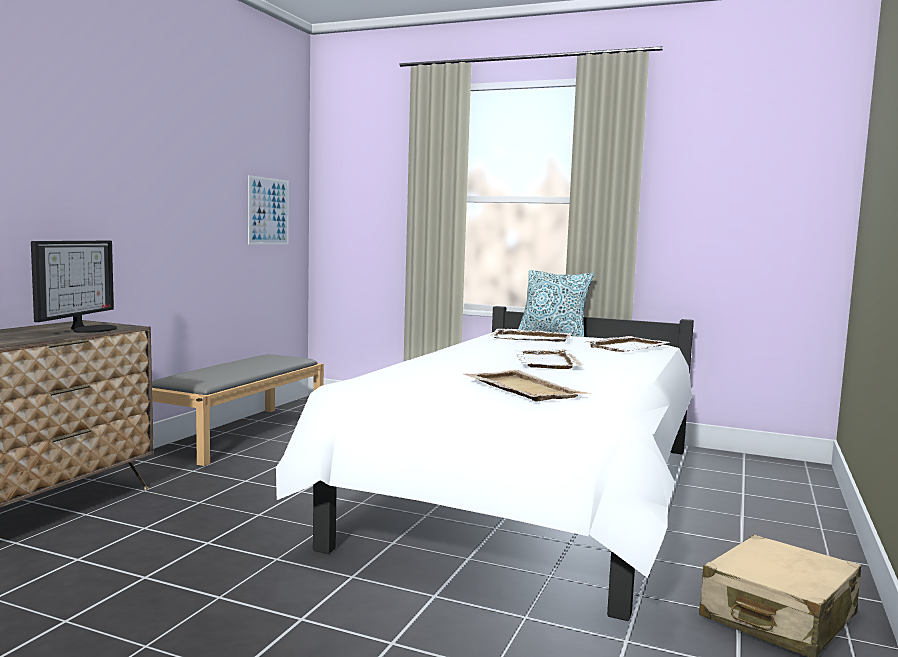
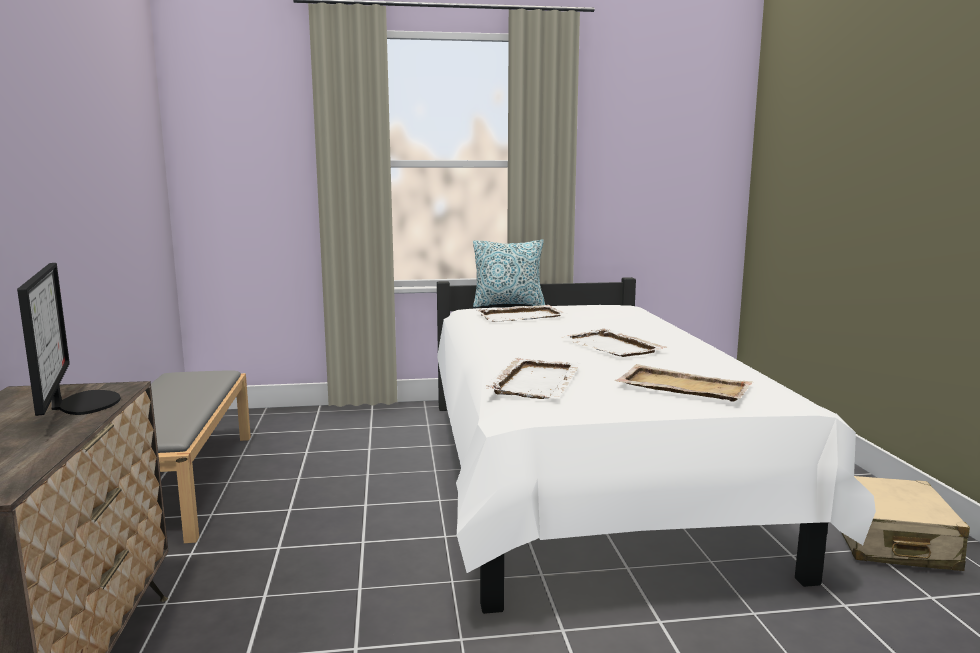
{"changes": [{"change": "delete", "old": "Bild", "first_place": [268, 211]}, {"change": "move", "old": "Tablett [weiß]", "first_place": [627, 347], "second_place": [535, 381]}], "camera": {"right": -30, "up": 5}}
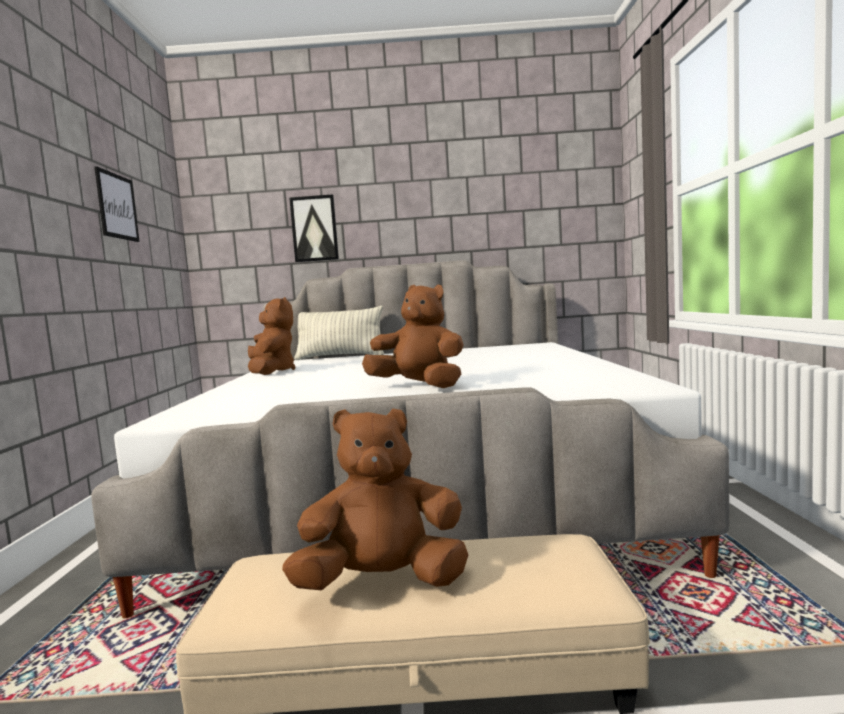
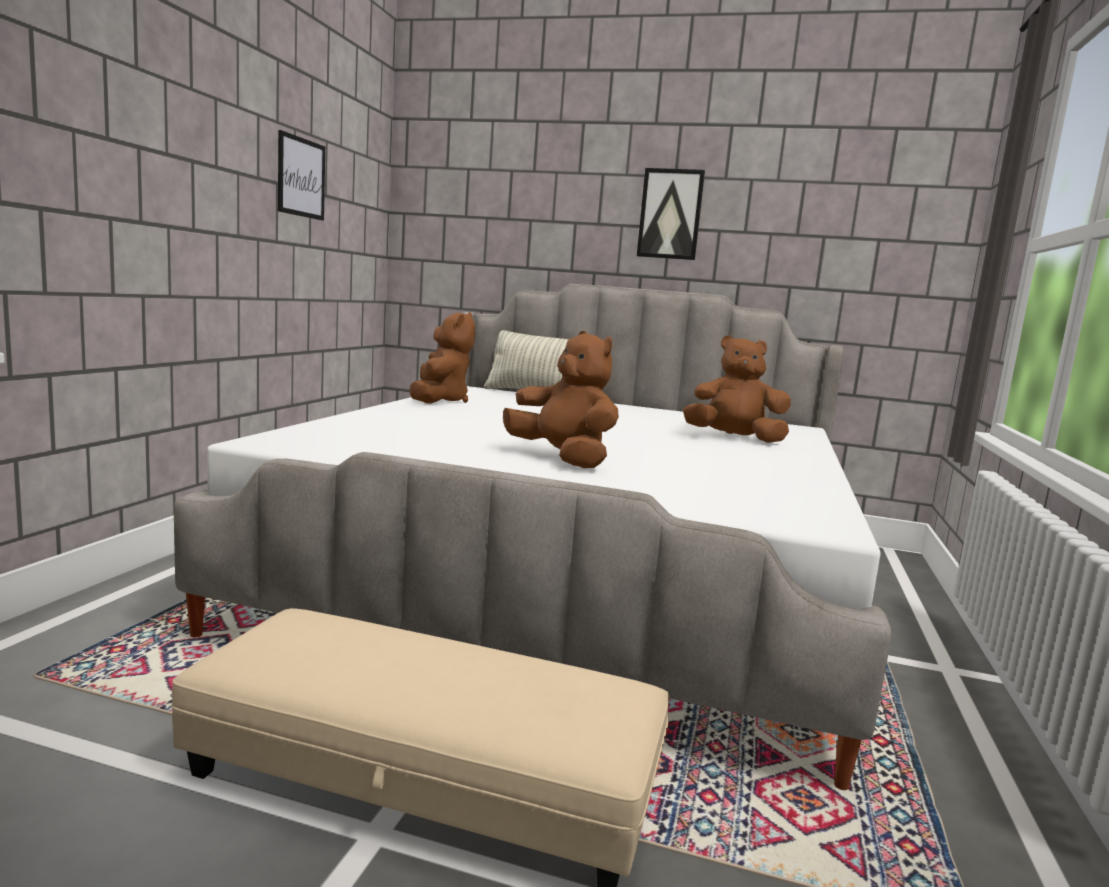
{"changes": [{"change": "move", "old": "Plüschtier [braun]", "first_place": [383, 582], "second_place": [734, 438]}, {"change": "move", "old": "Bild", "first_place": [314, 228], "second_place": [670, 214]}], "camera": {"right": 15, "up": 5}}
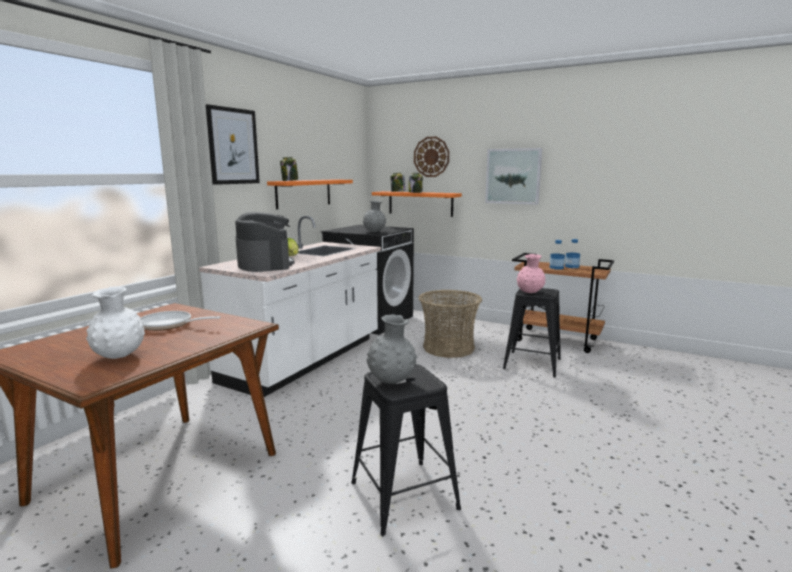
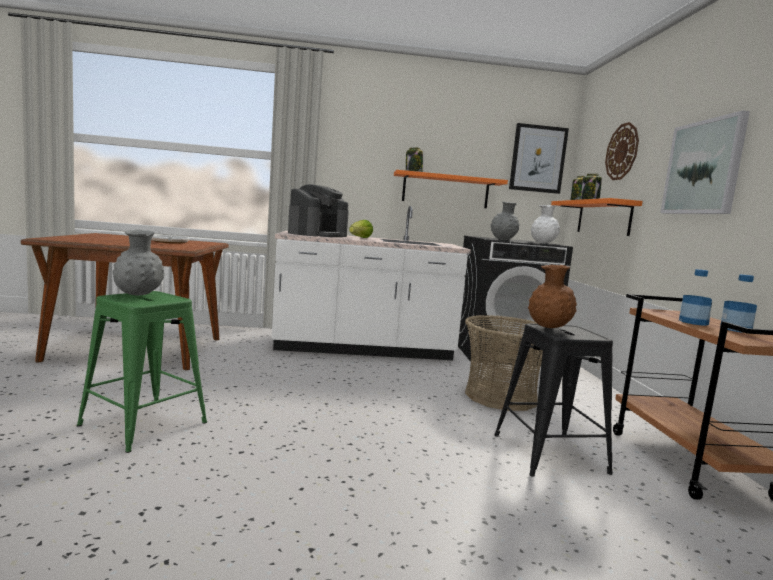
{"changes": [{"change": "move", "old": "Vase [weiß]", "first_place": [119, 356], "second_place": [543, 243]}, {"change": "move", "old": "Bild", "first_place": [232, 146], "second_place": [538, 159]}, {"change": "recolor", "old": "Hocker [schwarz]", "new": "Hocker [grün]", "first_place": [404, 495], "second_place": [143, 424]}, {"change": "recolor", "old": "Vase [rosa]", "new": "Vase [braun]", "first_place": [530, 292], "second_place": [548, 328]}], "camera": {"right": 55, "up": -5}}
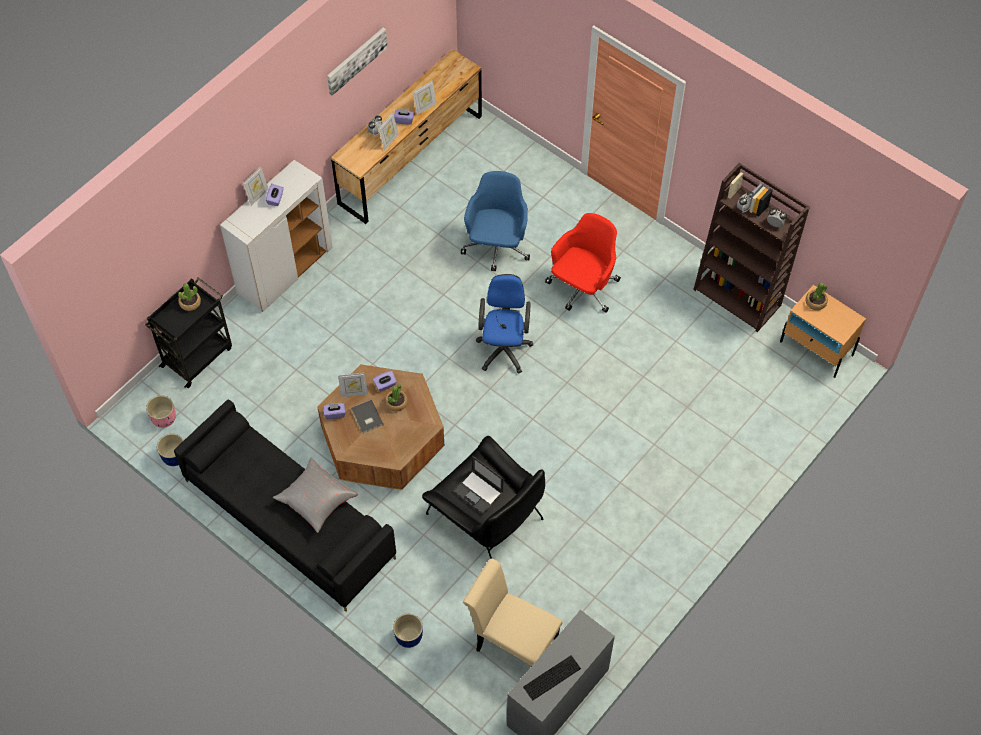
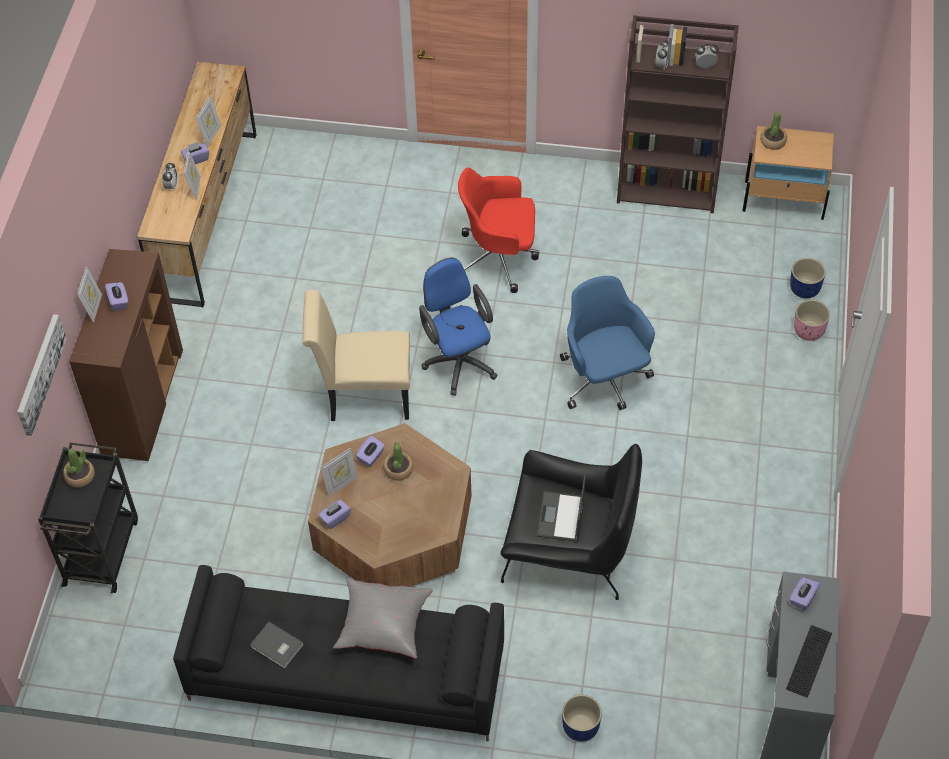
{"changes": [{"change": "move", "old": "Pflanzkübel [rosa]", "first_place": [164, 419], "second_place": [809, 331]}, {"change": "move", "old": "Pflanzkübel [blau]", "first_place": [174, 456], "second_place": [804, 289]}, {"change": "recolor", "old": "Schrank [weiß]", "new": "Schrank [braun]", "first_place": [285, 270], "second_place": [142, 403]}, {"change": "move", "old": "Bild", "first_place": [356, 60], "second_place": [39, 374]}, {"change": "move", "old": "Buch [grau]", "first_place": [366, 417], "second_place": [276, 647]}, {"change": "rotate", "old": "Laptop", "first_place": [478, 492], "second_place": [561, 517], "degrees": 90}, {"change": "move", "old": "Bürostuhl [blau]", "first_place": [497, 247], "second_place": [604, 379]}, {"change": "move", "old": "Stuhl [beige]", "first_place": [511, 642], "second_place": [363, 395]}, {"change": "rotate", "old": "Bürostuhl [rot]", "first_place": [582, 288], "second_place": [499, 258], "degrees": -90}, {"change": "insert", "new": "Taschentuchbox [lila]", "second_place": [802, 598]}], "camera": {"right": -30, "up": -5}}
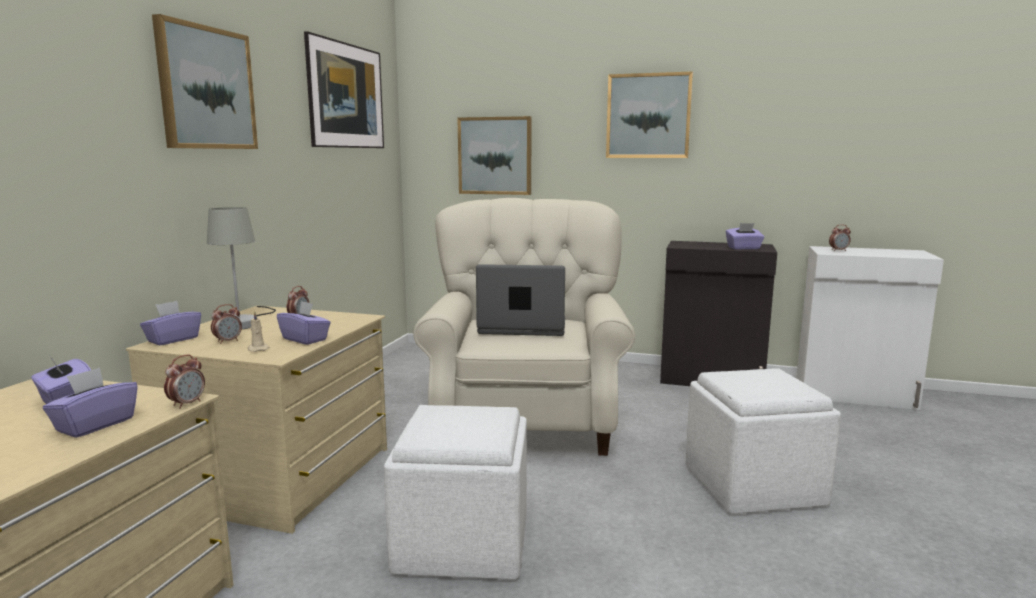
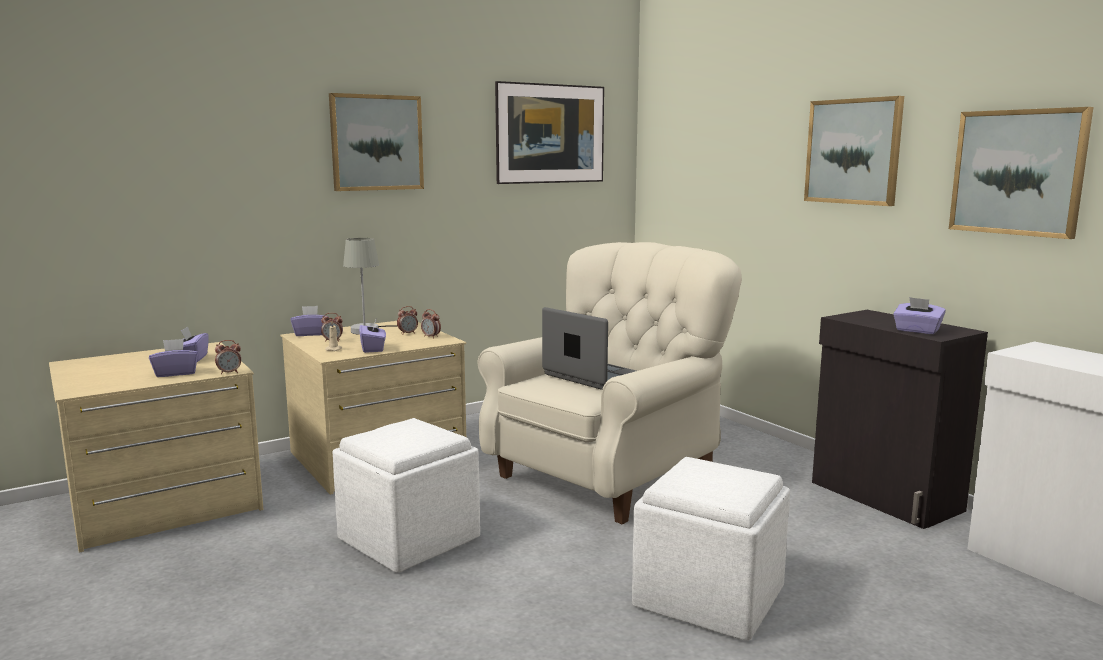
{"changes": [{"change": "move", "old": "Bild", "first_place": [495, 156], "second_place": [1018, 172]}, {"change": "move", "old": "Wecker", "first_place": [838, 250], "second_place": [431, 337]}], "camera": {"right": 40, "up": 0}}
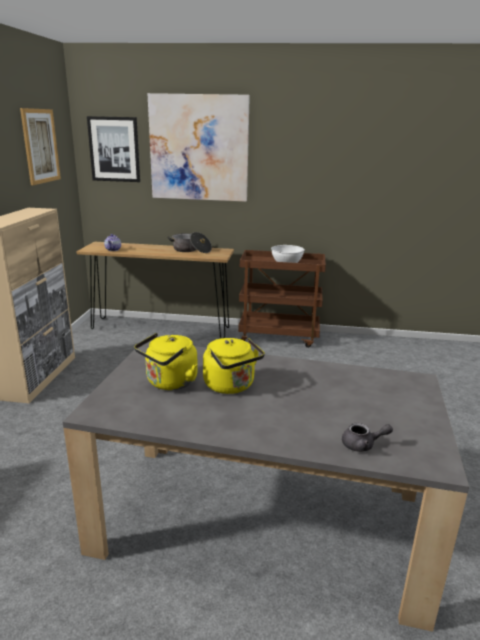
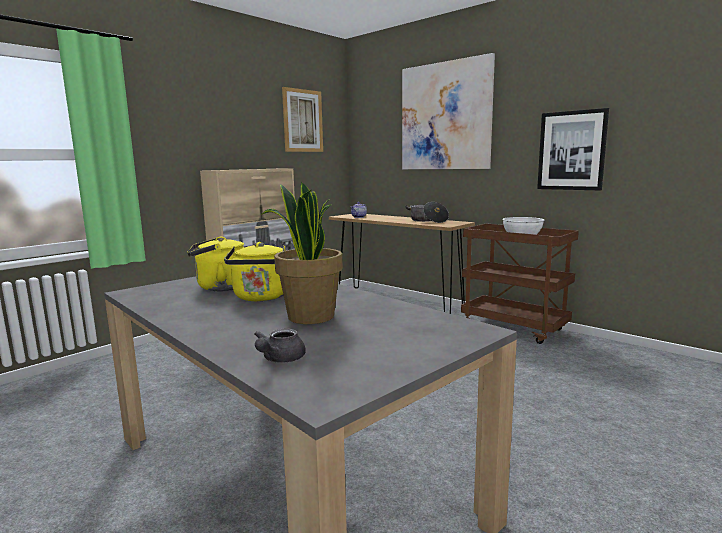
{"changes": [{"change": "move", "old": "Bild", "first_place": [114, 149], "second_place": [571, 150]}, {"change": "rotate", "old": "Teekanne [grau]", "first_place": [362, 445], "second_place": [279, 359], "degrees": 75}, {"change": "insert", "new": "Topfpflanze", "second_place": [309, 316]}], "camera": {"right": 35, "up": -10}}
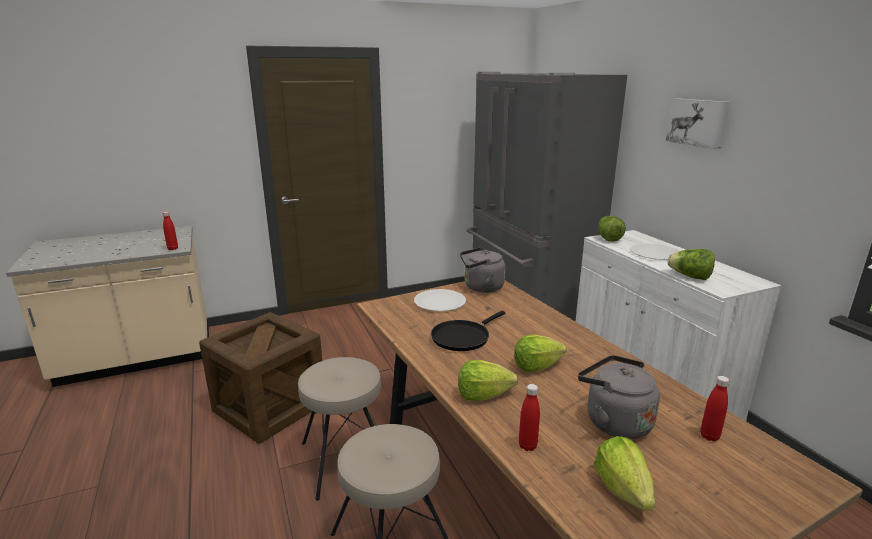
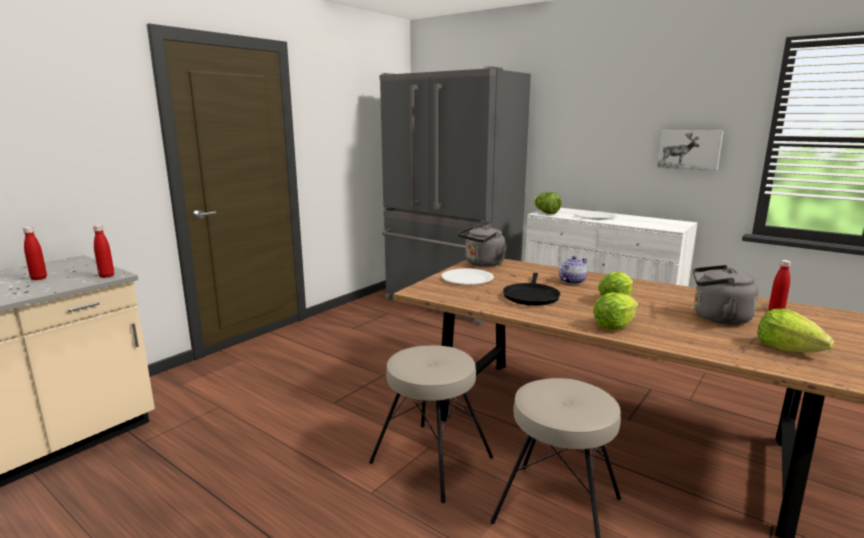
{"changes": [{"change": "delete", "old": "Kiste", "first_place": [270, 407]}, {"change": "move", "old": "Flasche [rot]", "first_place": [527, 446], "second_place": [39, 278]}, {"change": "move", "old": "Bild", "first_place": [698, 122], "second_place": [689, 149]}, {"change": "delete", "old": "Salatkopf", "first_place": [690, 277]}, {"change": "insert", "new": "Teekanne", "second_place": [571, 281]}], "camera": {"right": -30, "up": -5}}
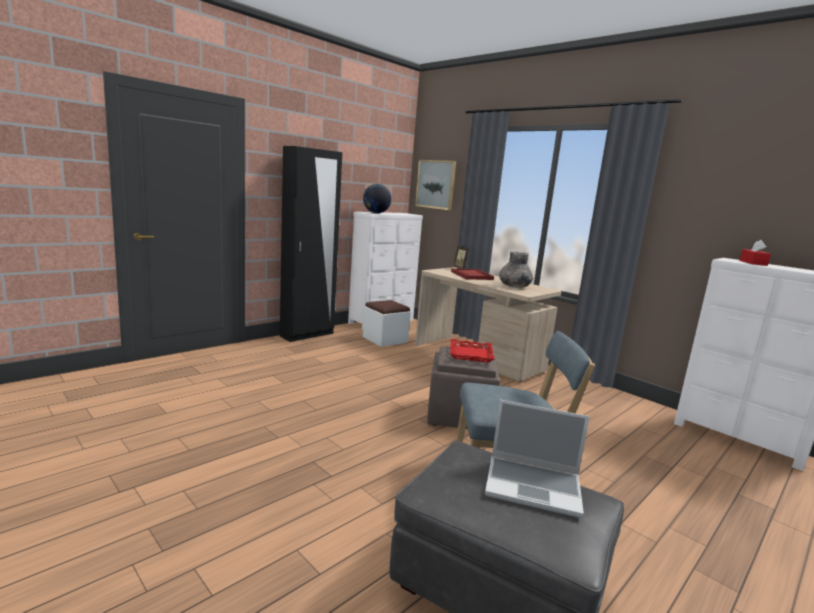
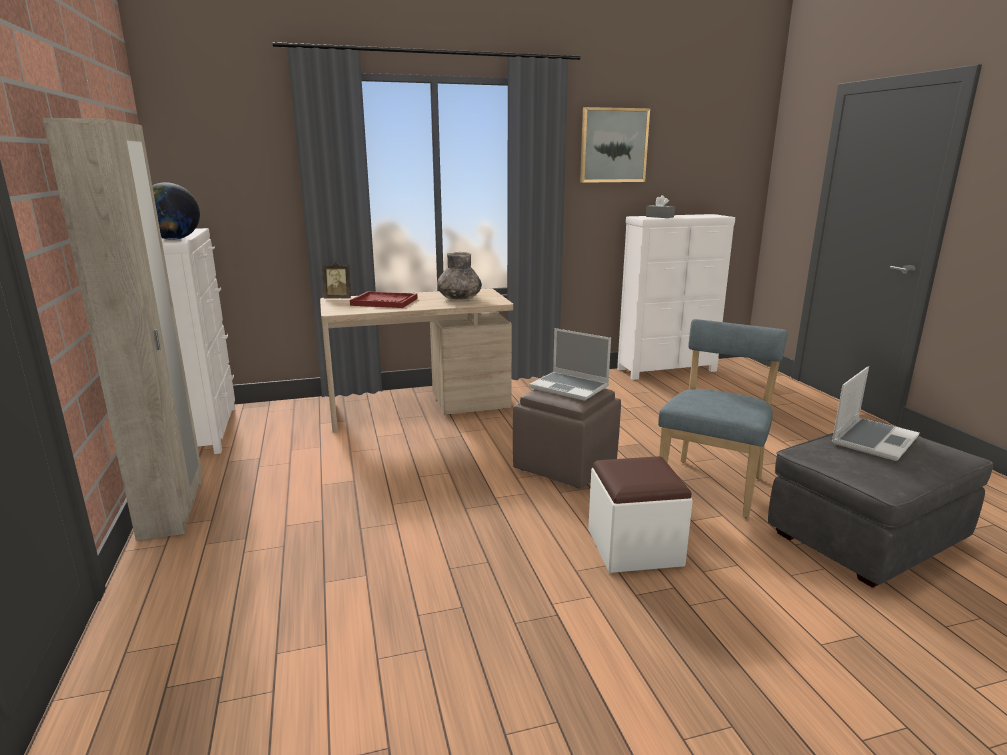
{"changes": [{"change": "recolor", "old": "Kleiderschrank [schwarz]", "new": "Kleiderschrank [beige]", "first_place": [307, 335], "second_place": [173, 509]}, {"change": "move", "old": "Polsterhocker [weiß]", "first_place": [385, 339], "second_place": [634, 547]}, {"change": "move", "old": "Bild", "first_place": [436, 184], "second_place": [613, 145]}, {"change": "replace", "old": "Tablett [rot]", "new": "Laptop", "first_place": [471, 354], "second_place": [570, 387]}, {"change": "recolor", "old": "Taschentuchbox [rot]", "new": "Taschentuchbox [grau]", "first_place": [753, 263], "second_place": [659, 217]}], "camera": {"right": -60, "up": 5}}
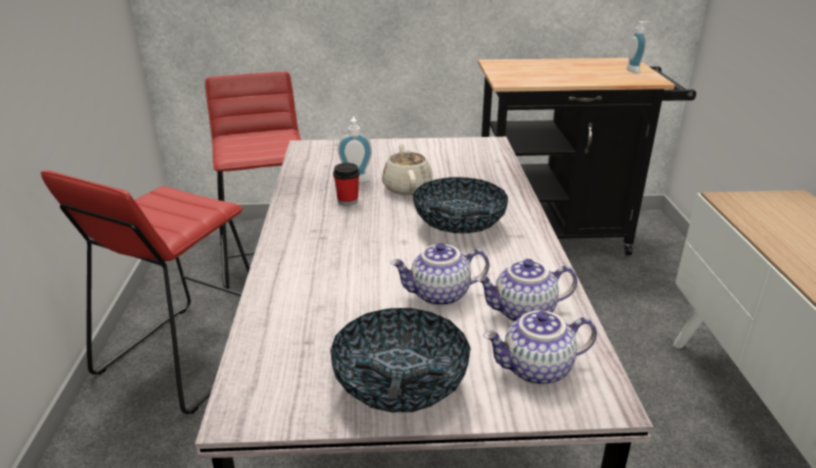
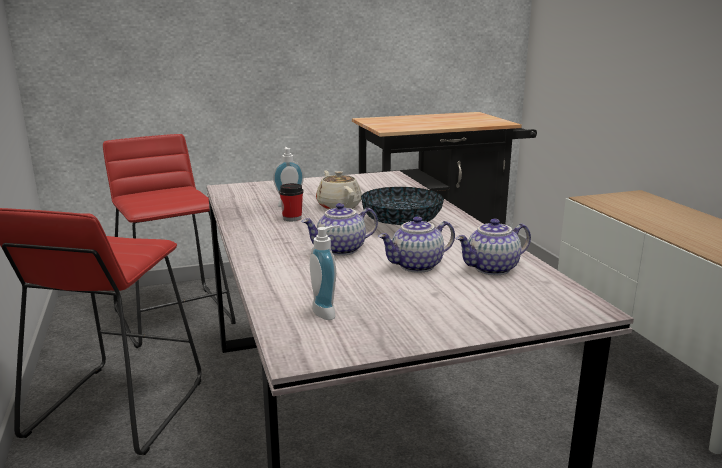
{"changes": [{"change": "delete", "old": "Schüssel", "first_place": [400, 386]}, {"change": "move", "old": "Teekanne", "first_place": [536, 370], "second_place": [341, 250]}, {"change": "move", "old": "Seifenspender", "first_place": [635, 70], "second_place": [327, 311]}], "camera": {"right": -15, "up": -10}}
